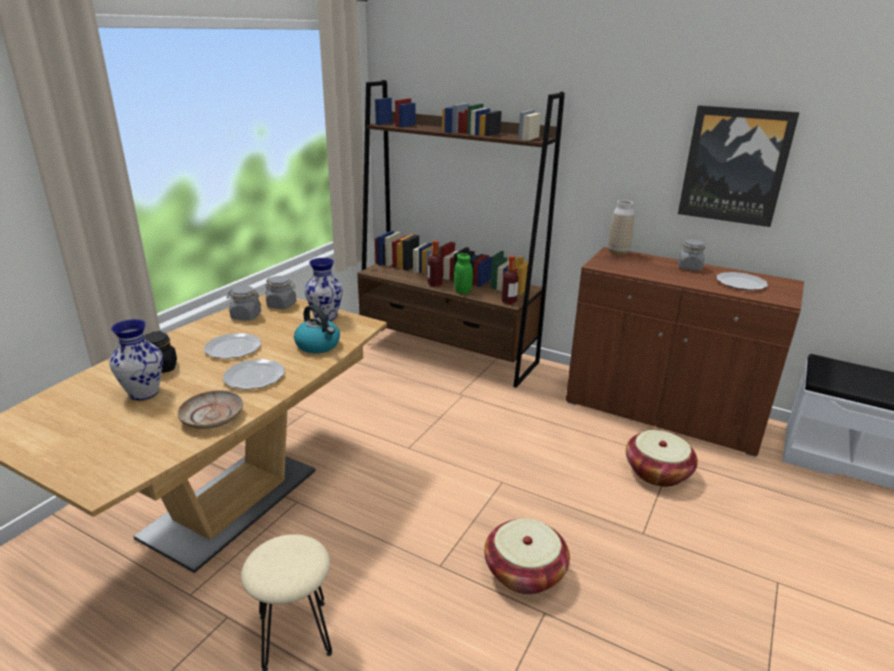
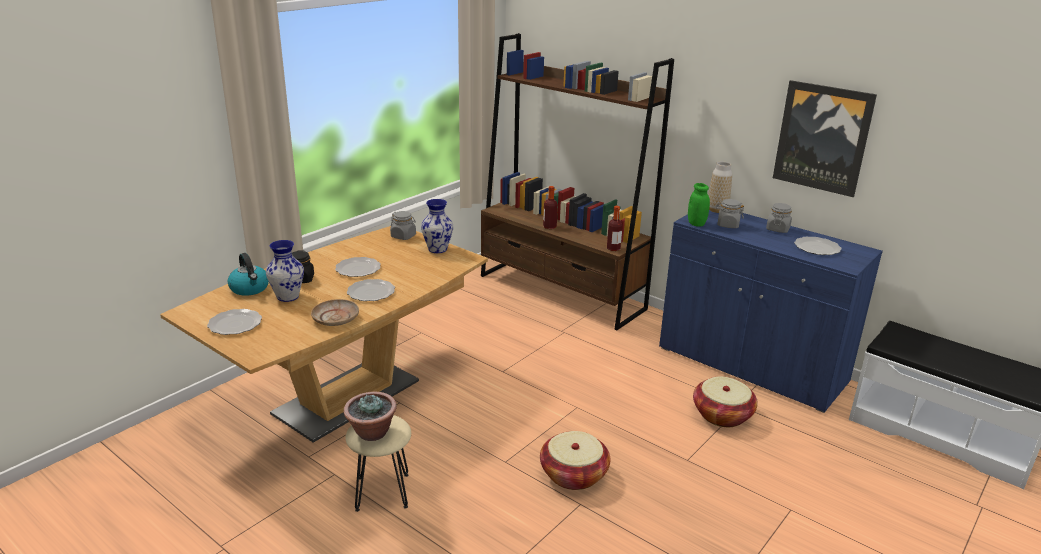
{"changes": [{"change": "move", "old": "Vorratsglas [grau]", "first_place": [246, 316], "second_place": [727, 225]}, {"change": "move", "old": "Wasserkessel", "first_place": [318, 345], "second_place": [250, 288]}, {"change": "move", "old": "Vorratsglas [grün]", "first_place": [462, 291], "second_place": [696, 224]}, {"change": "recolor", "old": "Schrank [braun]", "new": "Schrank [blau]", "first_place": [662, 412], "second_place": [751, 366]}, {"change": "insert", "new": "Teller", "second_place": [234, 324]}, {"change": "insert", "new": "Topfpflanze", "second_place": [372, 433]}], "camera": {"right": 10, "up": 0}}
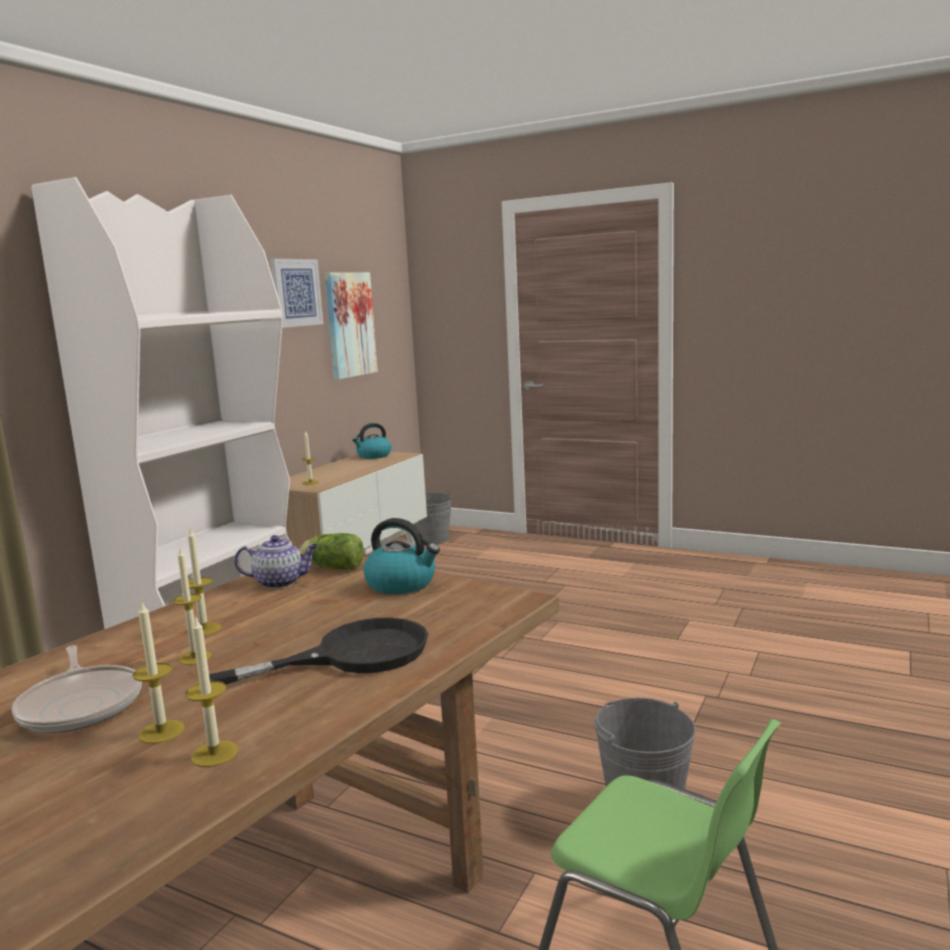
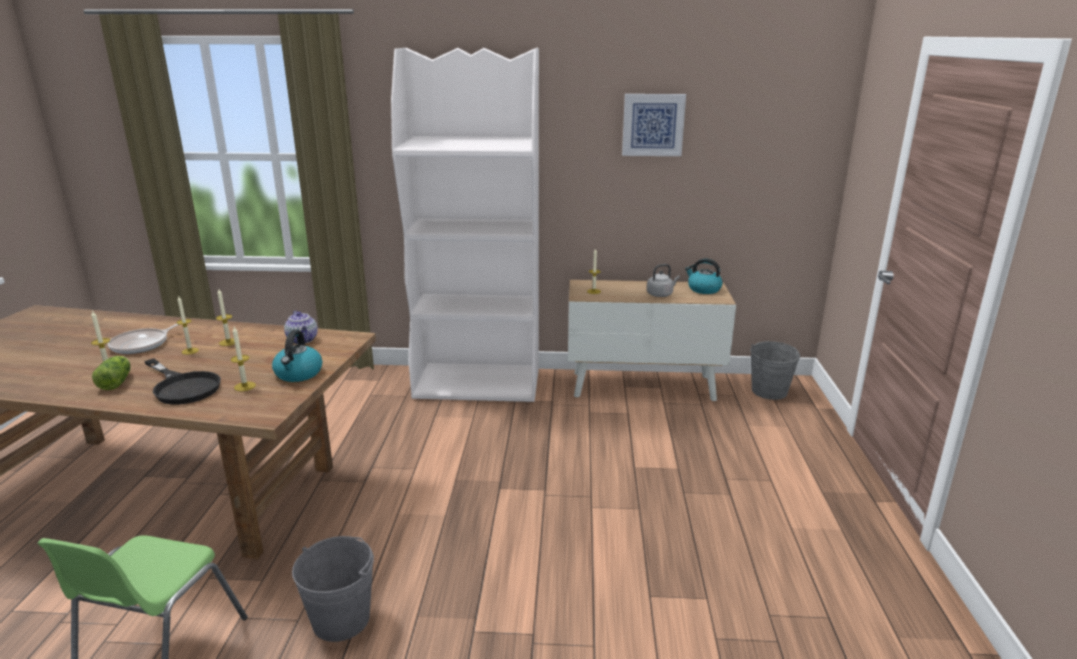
{"changes": [{"change": "move", "old": "Kerze", "first_place": [214, 754], "second_place": [245, 386]}, {"change": "move", "old": "Salatkopf", "first_place": [332, 567], "second_place": [117, 382]}, {"change": "delete", "old": "Bild", "first_place": [349, 325]}, {"change": "insert", "new": "Wasserkessel [grau]", "second_place": [661, 294]}], "camera": {"right": 65, "up": 10}}
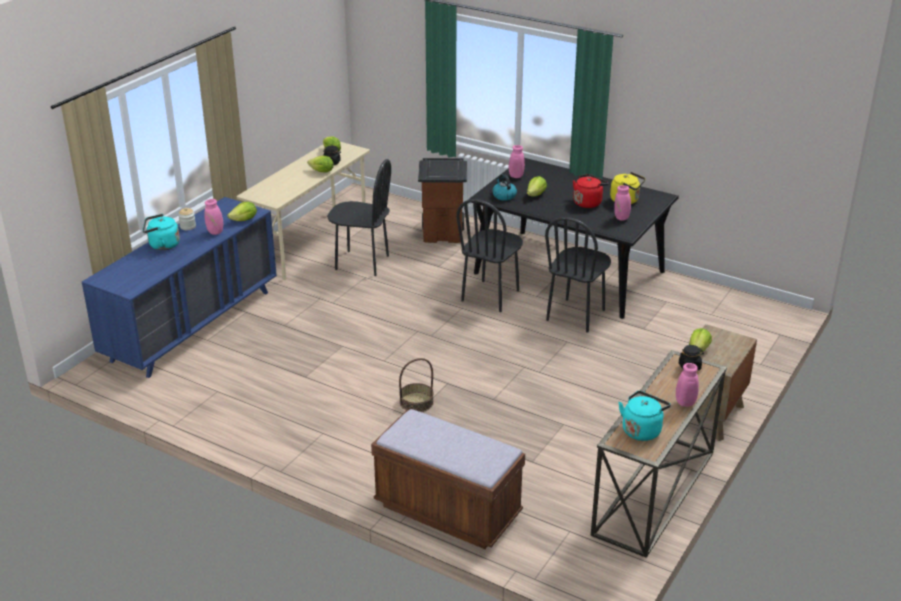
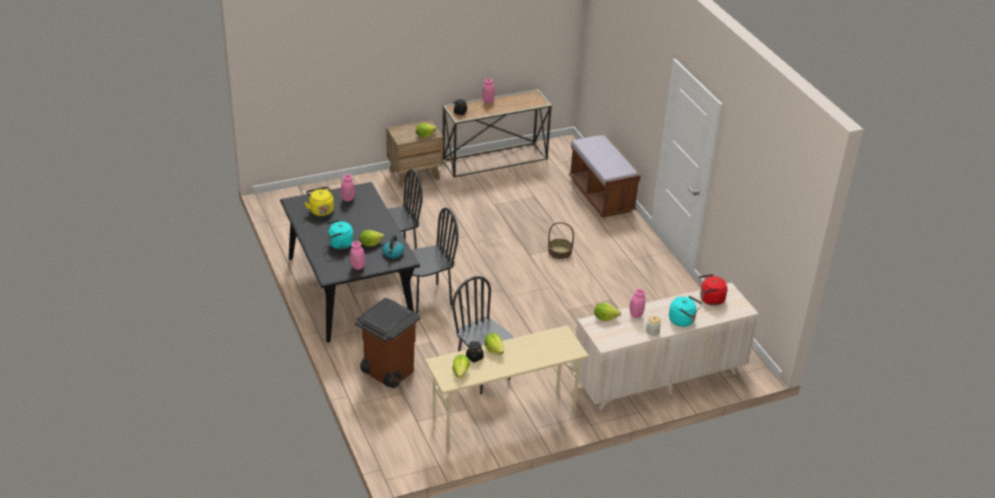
{"changes": [{"change": "recolor", "old": "Kommode [blau]", "new": "Kommode [beige]", "first_place": [192, 325], "second_place": [658, 378]}, {"change": "move", "old": "Wasserkessel [rot]", "first_place": [588, 202], "second_place": [710, 300]}, {"change": "move", "old": "Wasserkessel [türkis]", "first_place": [642, 430], "second_place": [339, 244]}], "camera": {"right": -145, "up": 5}}
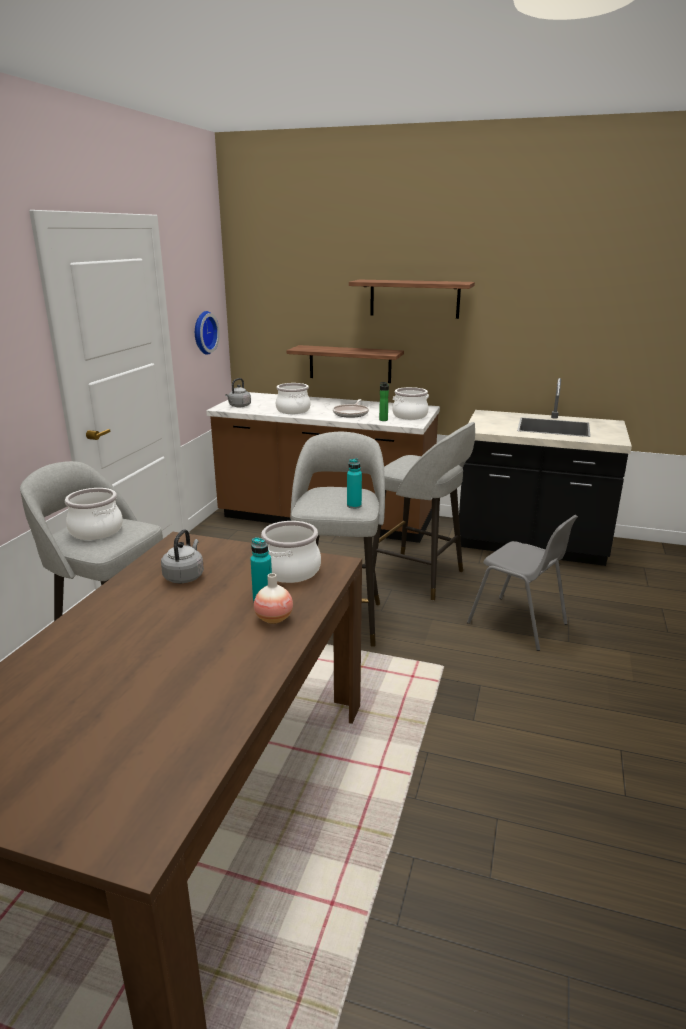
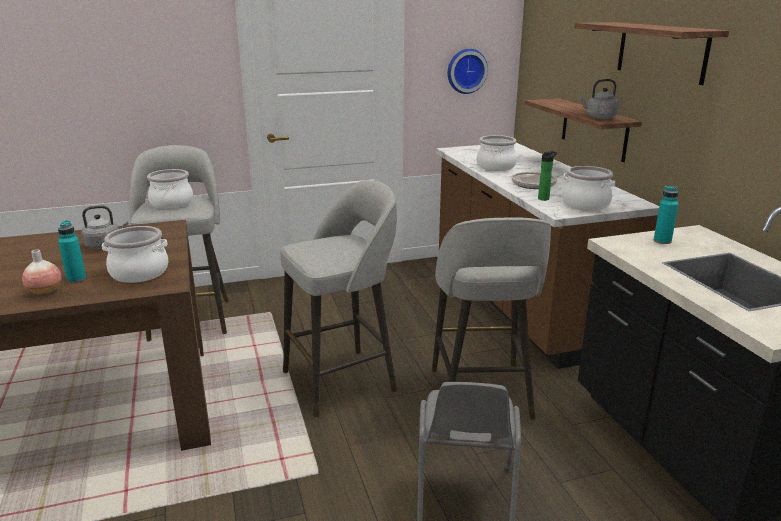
{"changes": [{"change": "move", "old": "Wasserkessel [grau]", "first_place": [239, 406], "second_place": [599, 117]}, {"change": "move", "old": "Flasche [türkis]", "first_place": [354, 506], "second_place": [662, 241]}], "camera": {"right": 55, "up": 0}}
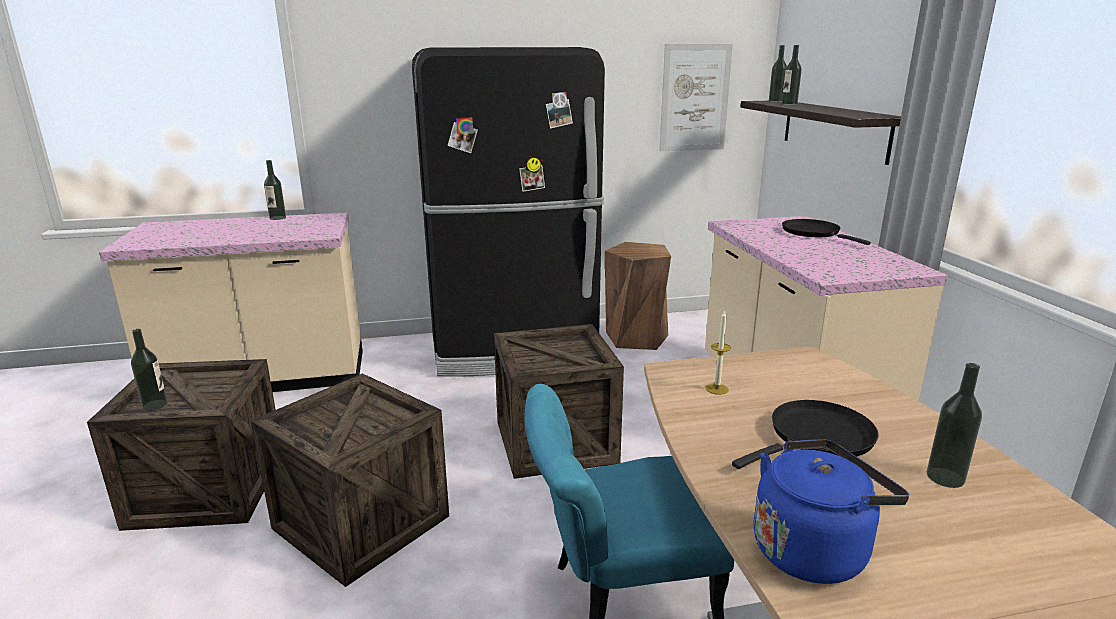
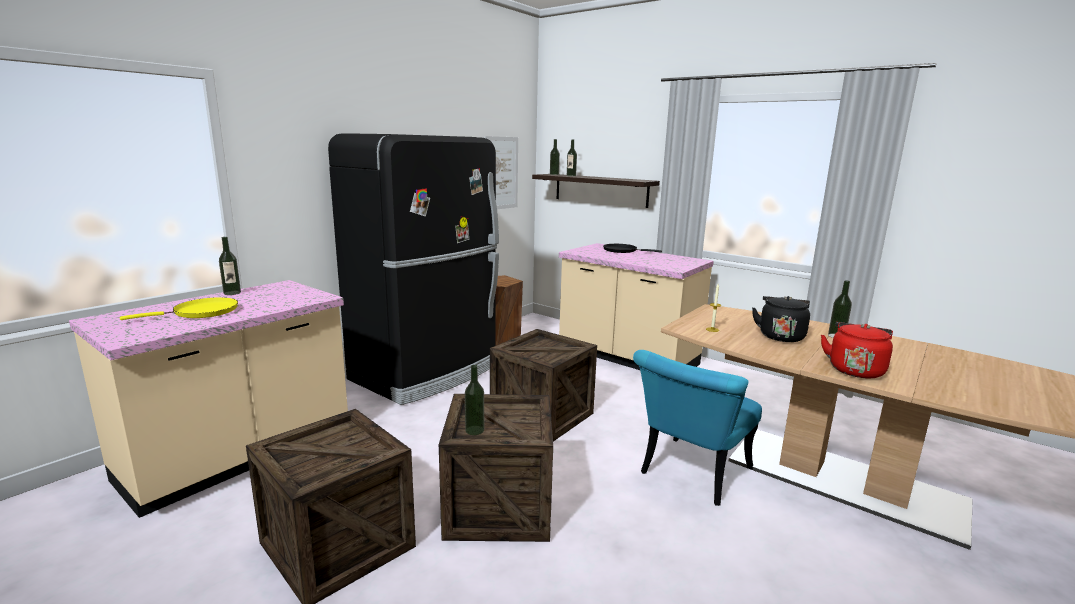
{"changes": [{"change": "move", "old": "Flasche", "first_place": [155, 405], "second_place": [474, 430]}, {"change": "replace", "old": "Pfanne [schwarz]", "new": "Wasserkessel [schwarz]", "first_place": [817, 437], "second_place": [780, 336]}, {"change": "recolor", "old": "Wasserkessel [blau]", "new": "Wasserkessel [rot]", "first_place": [813, 549], "second_place": [855, 370]}, {"change": "insert", "new": "Pfanne [gelb]", "second_place": [201, 312]}], "camera": {"right": -40, "up": -5}}
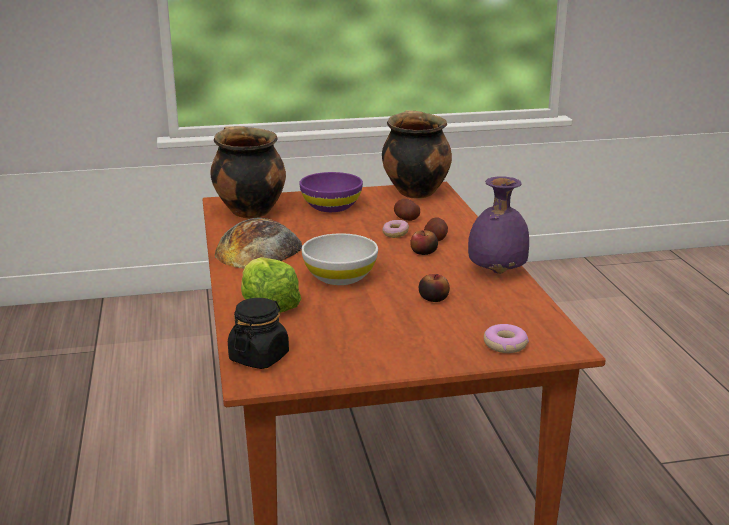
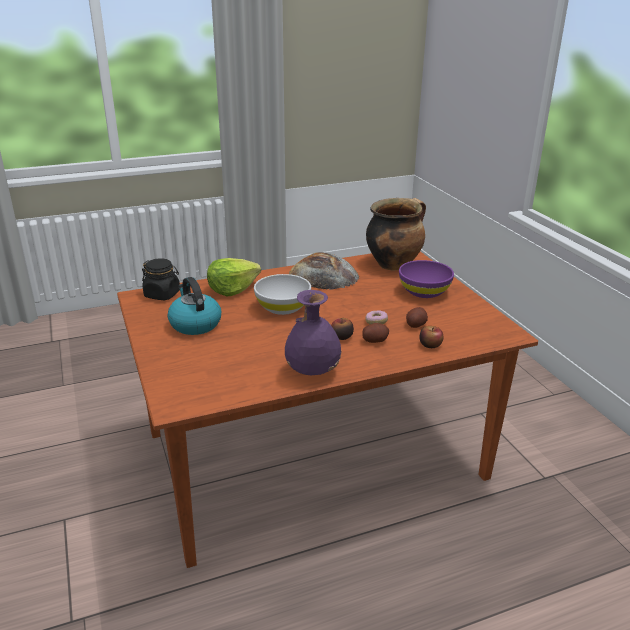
{"changes": [{"change": "delete", "old": "Kochtopf", "first_place": [414, 192]}, {"change": "move", "old": "Apfel", "first_place": [433, 298], "second_place": [430, 345]}, {"change": "delete", "old": "Donut", "first_place": [505, 345]}, {"change": "insert", "new": "Wasserkessel", "second_place": [194, 324]}], "camera": {"right": 80, "up": 5}}
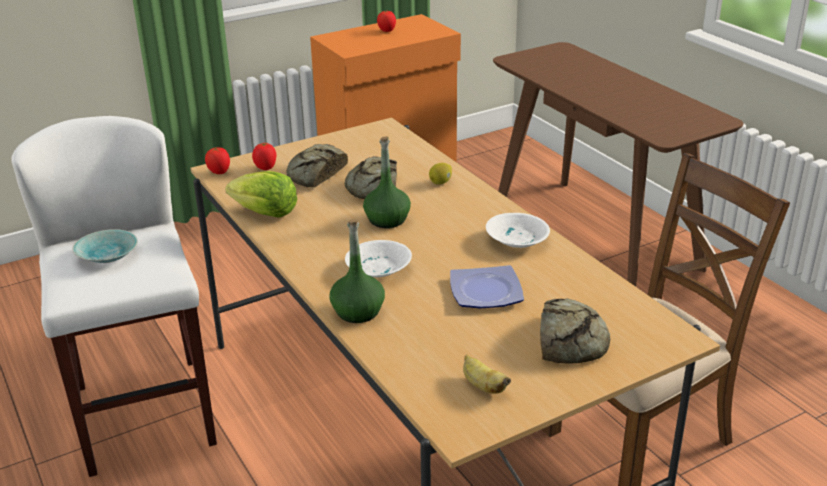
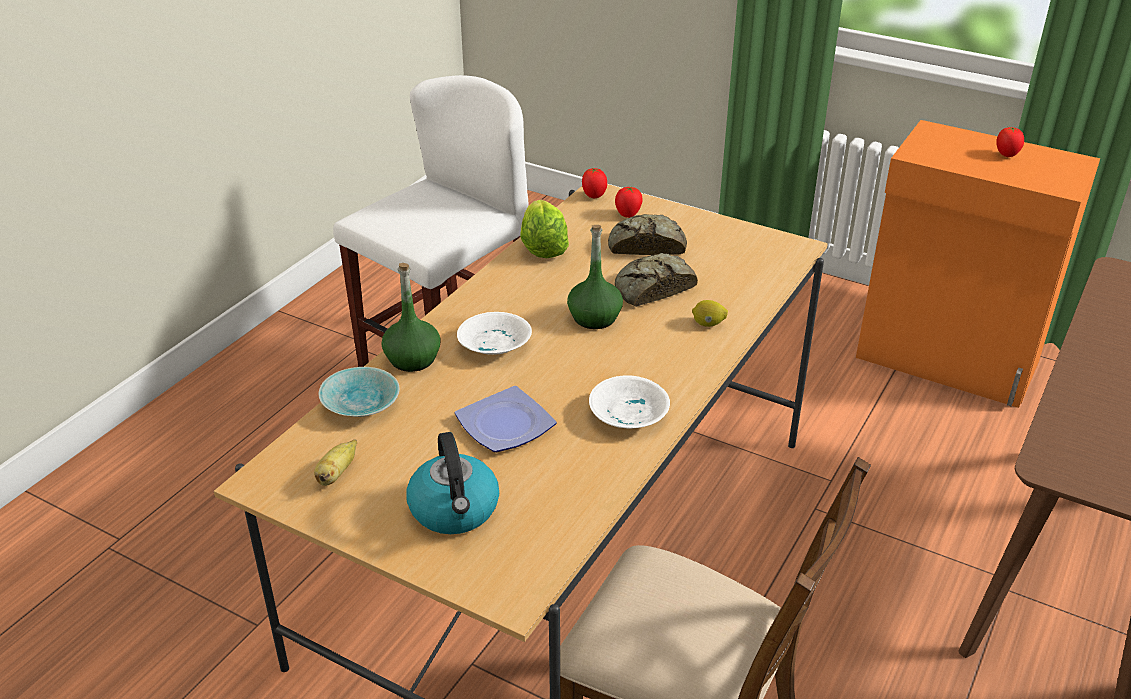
{"changes": [{"change": "move", "old": "Schüssel [türkis]", "first_place": [106, 256], "second_place": [361, 403]}, {"change": "replace", "old": "Brot", "new": "Wasserkessel", "first_place": [570, 339], "second_place": [455, 510]}], "camera": {"right": 60, "up": 5}}
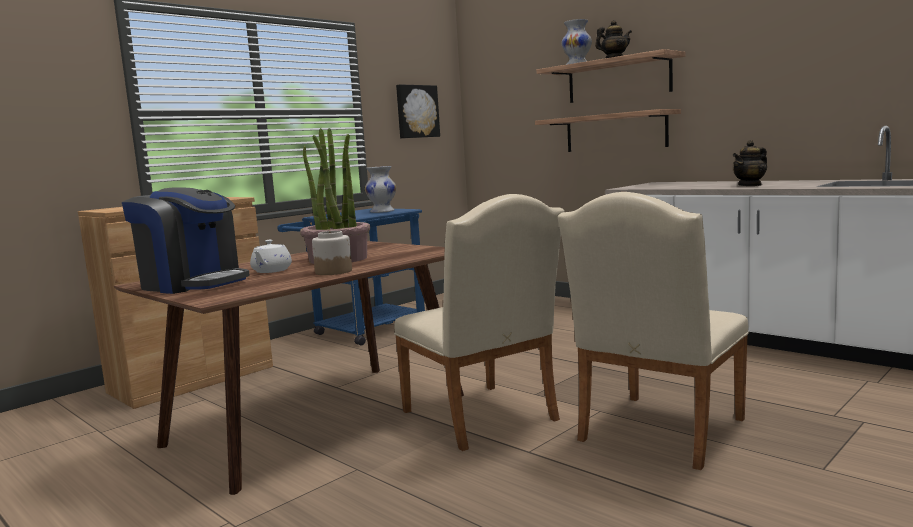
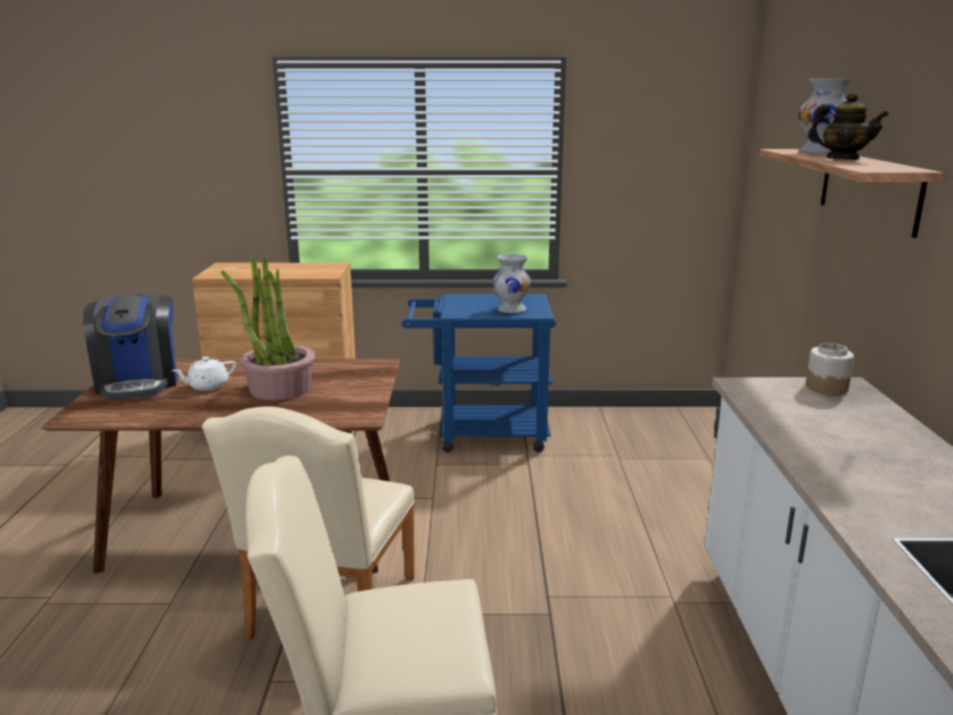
{"changes": [{"change": "move", "old": "Vorratsglas", "first_place": [333, 271], "second_place": [826, 387]}, {"change": "delete", "old": "Bild", "first_place": [416, 111]}, {"change": "delete", "old": "Wandregal", "first_place": [615, 132]}, {"change": "delete", "old": "Teekanne", "first_place": [750, 185]}], "camera": {"right": 45, "up": 10}}
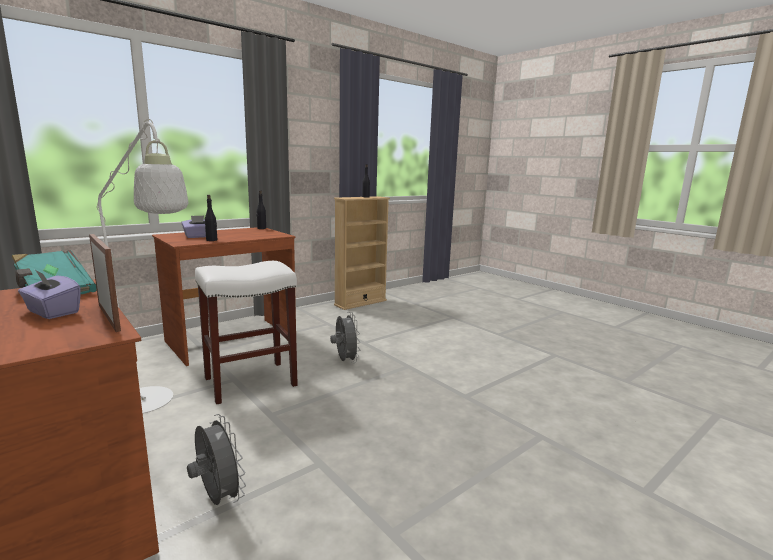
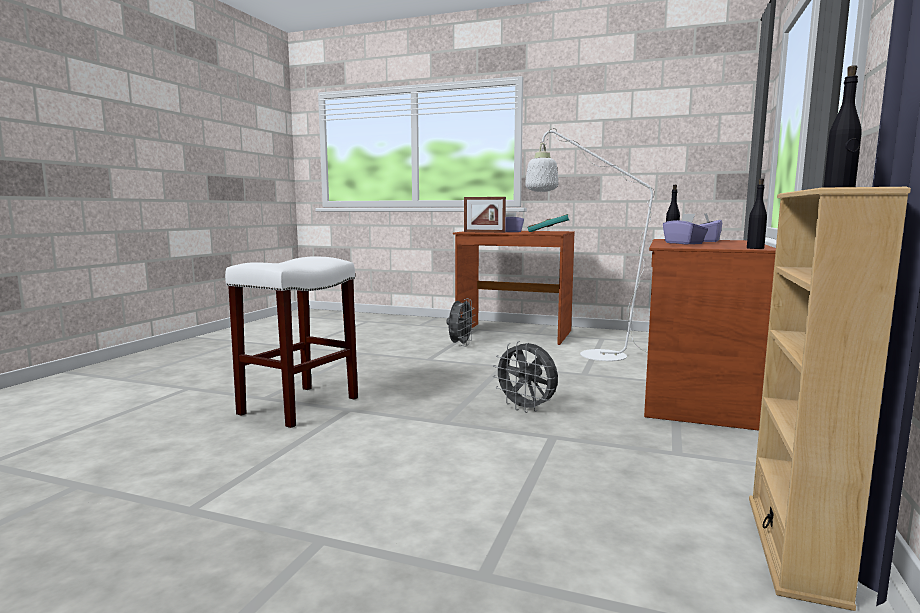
{"changes": [{"change": "rotate", "old": "Ventilator [grau]", "first_place": [217, 498], "second_place": [460, 345], "degrees": -90}, {"change": "move", "old": "Hocker [weiß]", "first_place": [249, 382], "second_place": [300, 405]}, {"change": "insert", "new": "Taschentuchbox [lila]", "second_place": [684, 243]}], "camera": {"right": 150, "up": -5}}
